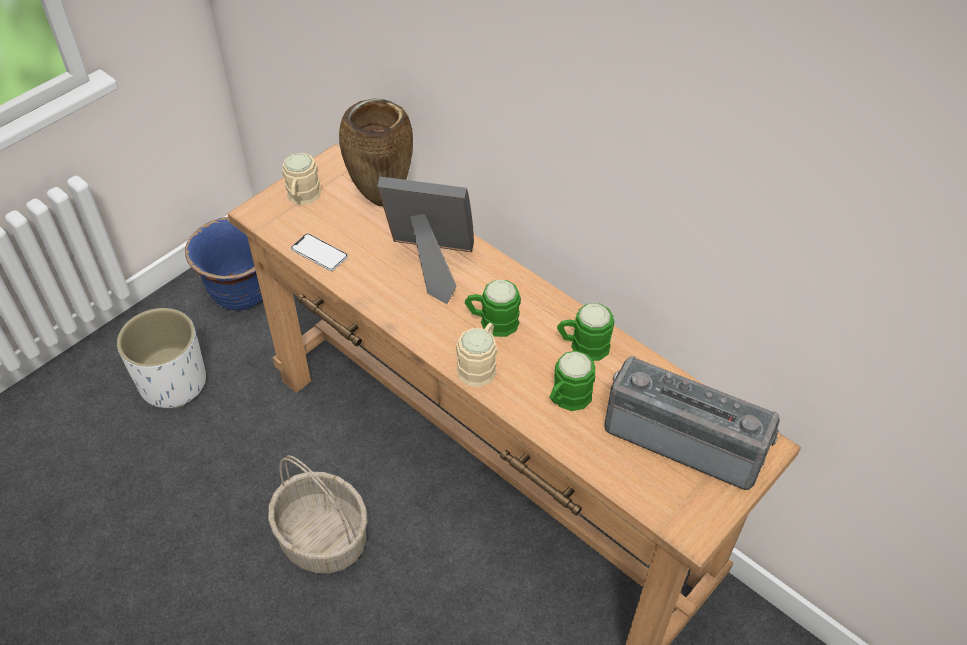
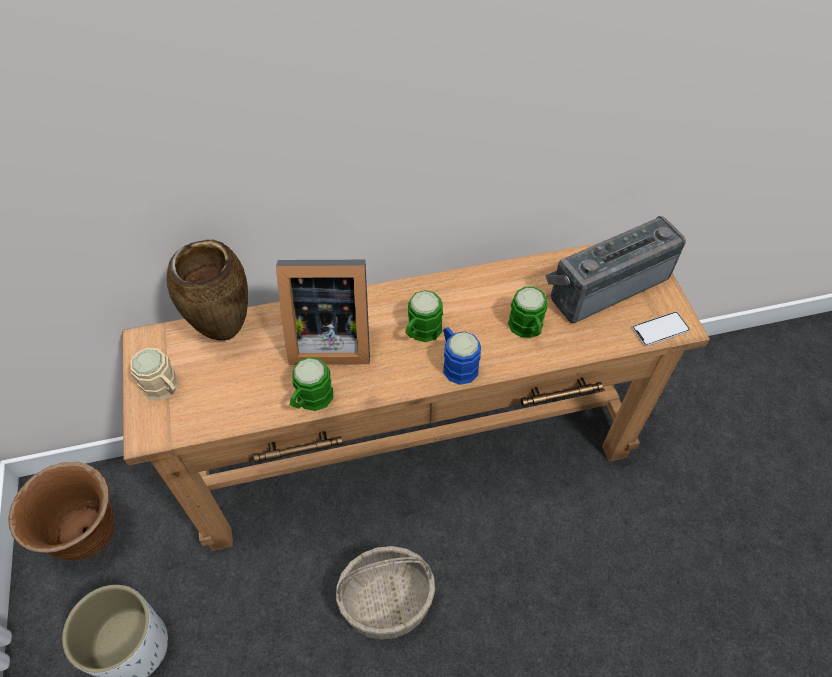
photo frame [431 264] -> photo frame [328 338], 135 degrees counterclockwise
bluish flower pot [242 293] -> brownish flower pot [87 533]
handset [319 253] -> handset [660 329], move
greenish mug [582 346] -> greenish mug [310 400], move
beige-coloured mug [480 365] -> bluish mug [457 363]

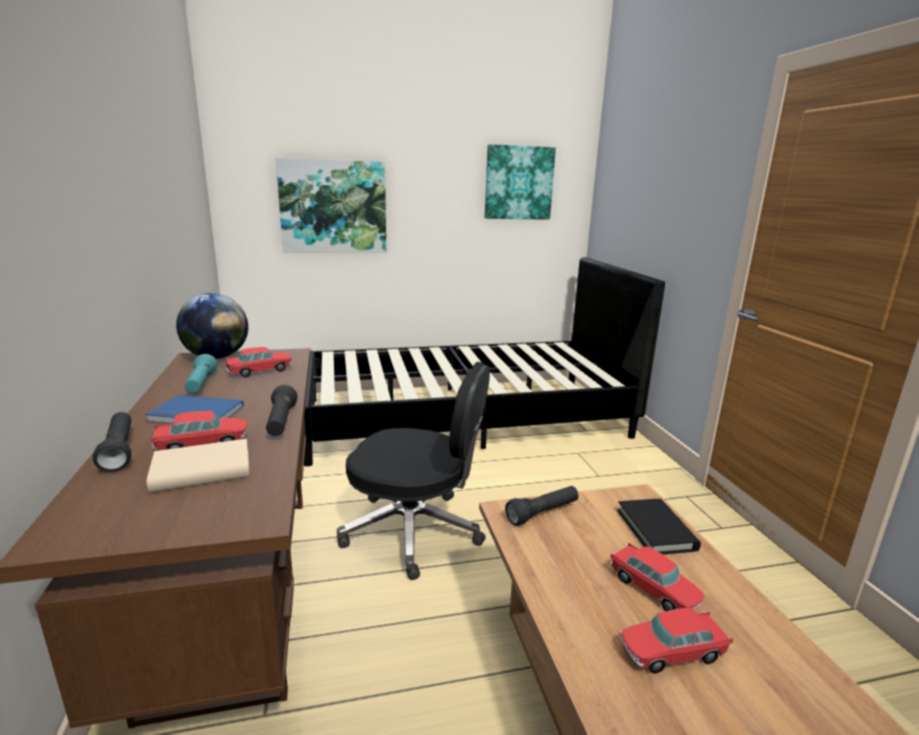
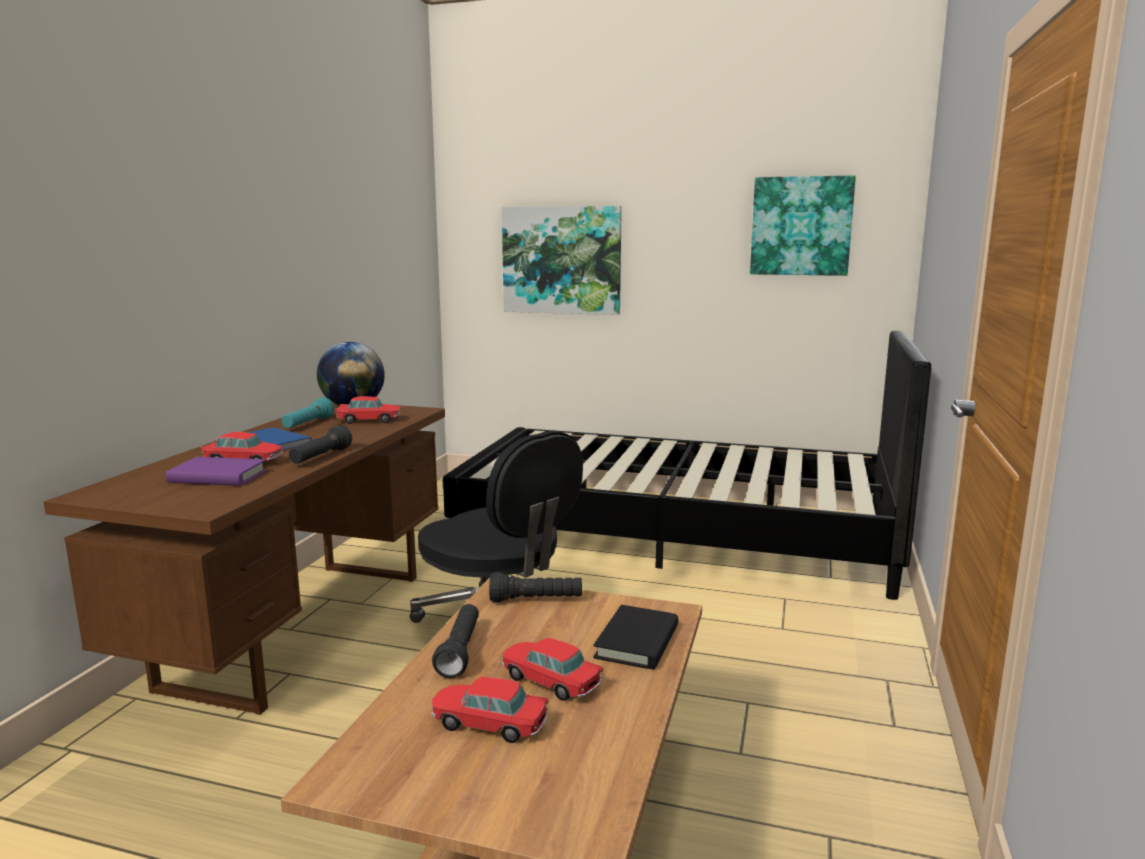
black-coloured torch [119 451] -> black-coloured torch [460 651], move
beige-coloured volume [202 470] -> purple-coloured volume [218 477]
toy car [653 589] -> toy car [550 681], 135 degrees clockwise

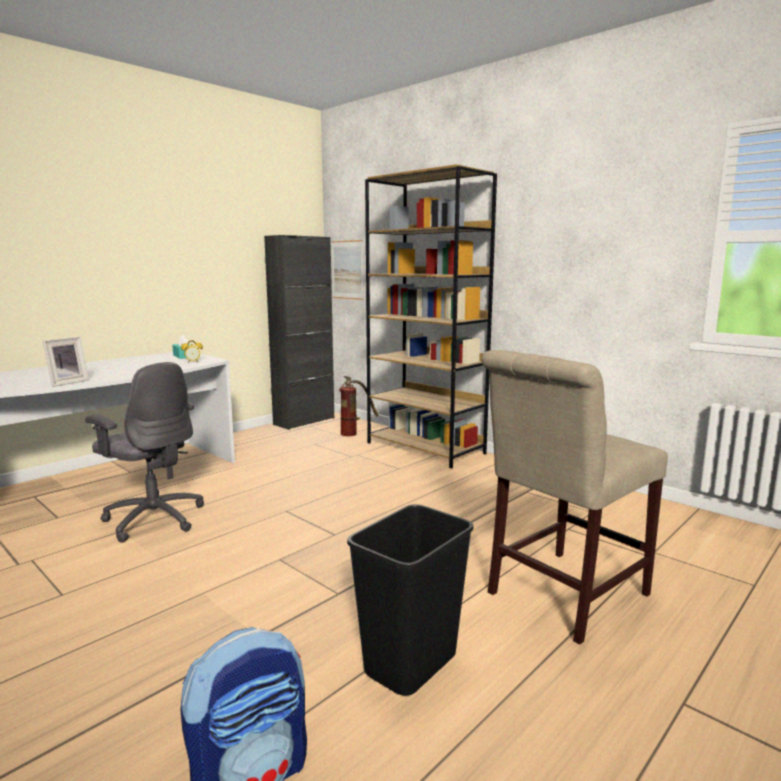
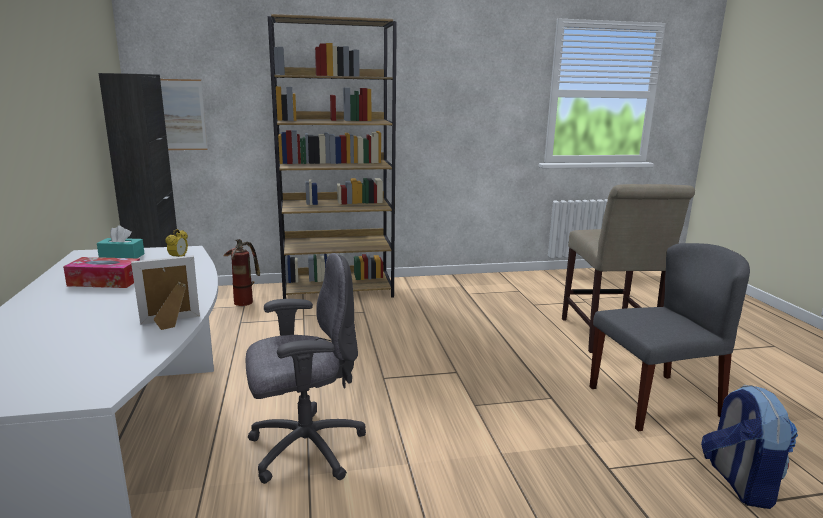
photo frame [67 382] -> photo frame [170 323], 90 degrees counterclockwise
black-coloured rubbish bin [411 666] -> gray plain chair [655 401]
none -> box of tissues [105 281]

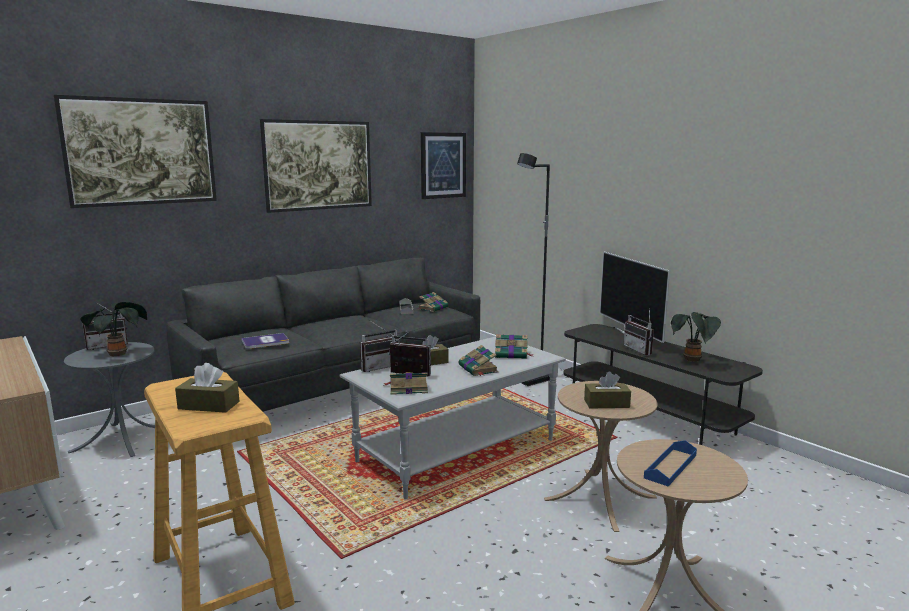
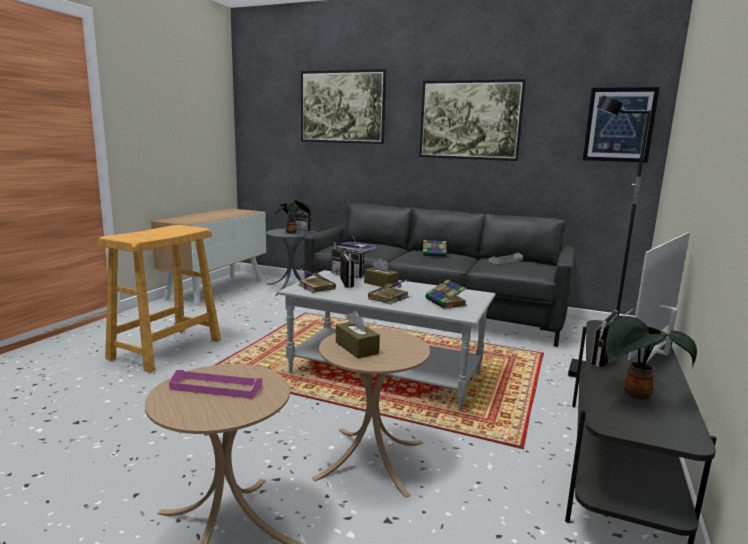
volume [433 308] -> volume [435 254], move
brownish box of tissues [209 405] -> none
bluish carrying tray [670 466] -> pinkish carrying tray [216 388]

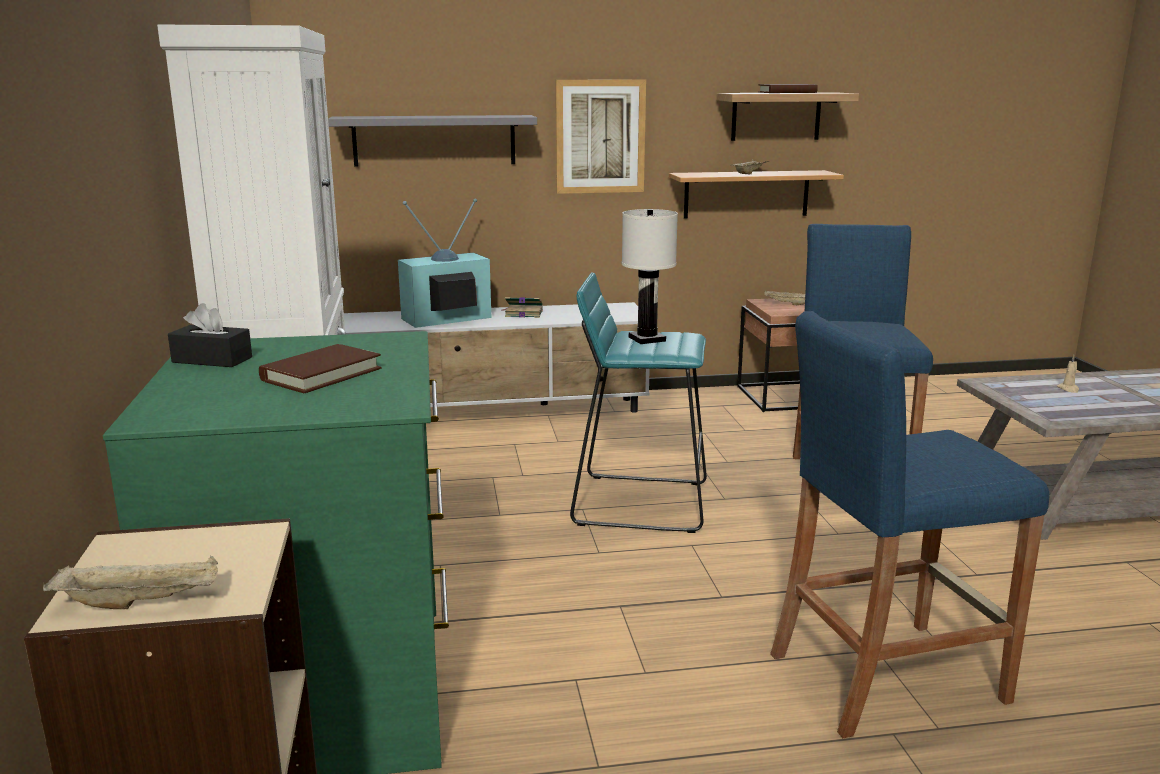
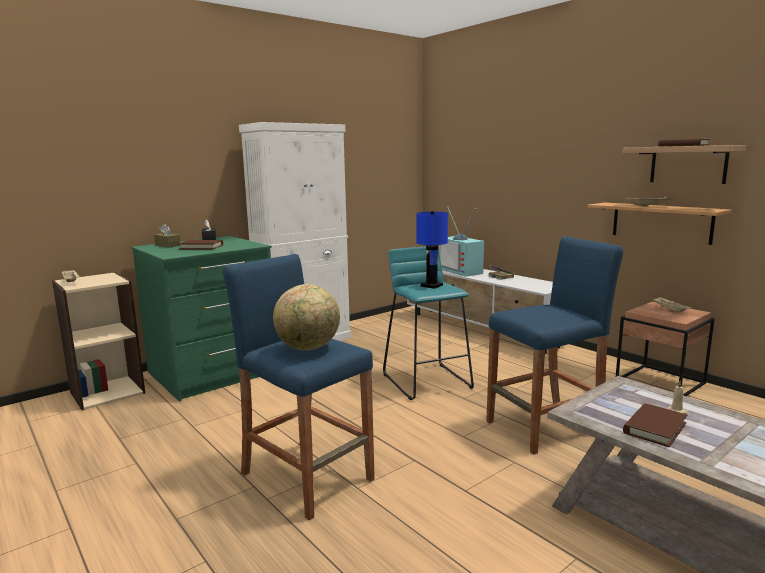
wall art [600 136] -> none
gray bracket shelf [434 140] -> none
TV [446 319] -> TV [463 271], 150 degrees counterclockwise
white table lamp [646 339] -> bluish table lamp [431 286]
none -> brownish box of tissues [167 245]
none -> desk globe [308 348]
none -> brownish volume [654 428]

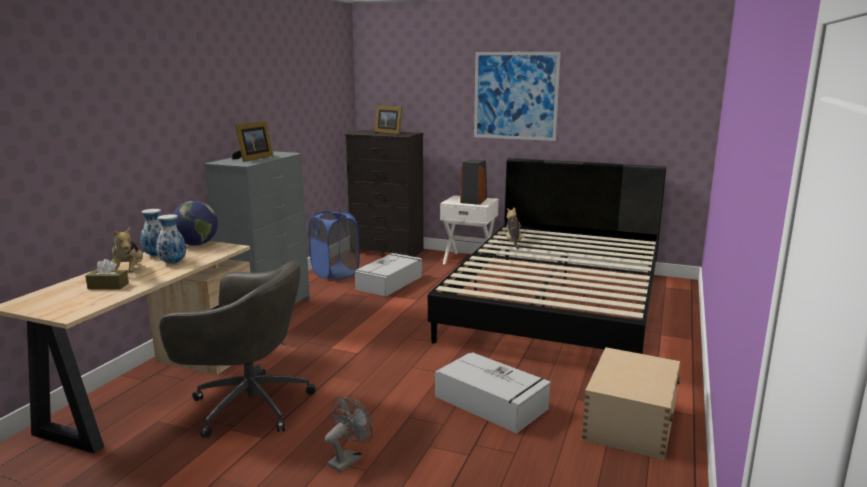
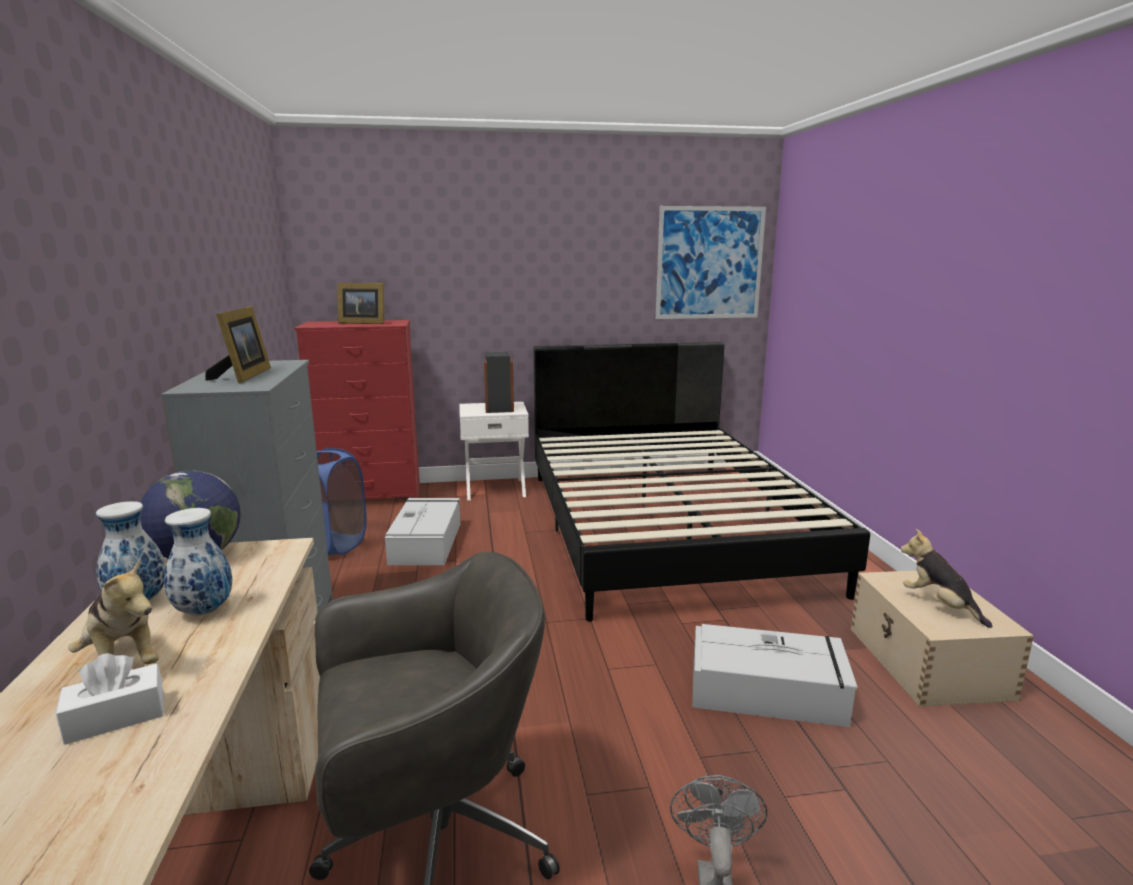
wall art [515 96] -> wall art [709 263], move
black-coloured dresser [387 252] -> red dresser [371 497]
cuddly toy [513 242] -> cuddly toy [939 605], move
brownish box of tissues [108 286] -> white box of tissues [116 717]

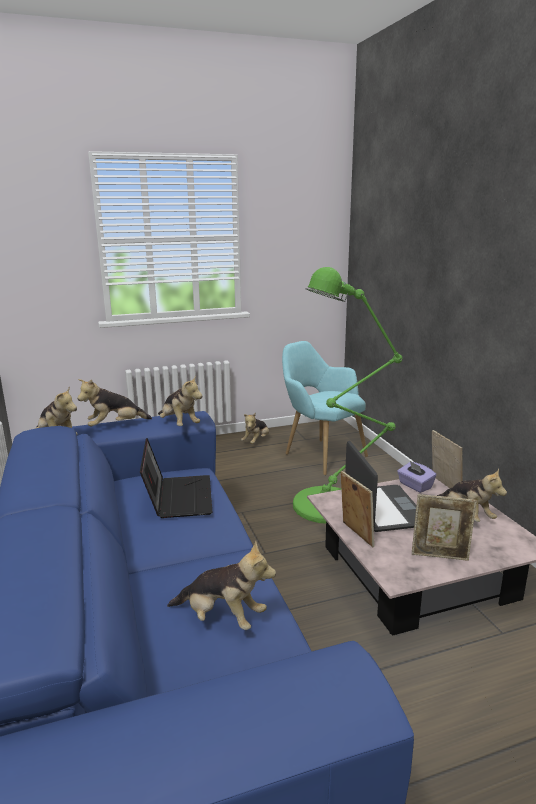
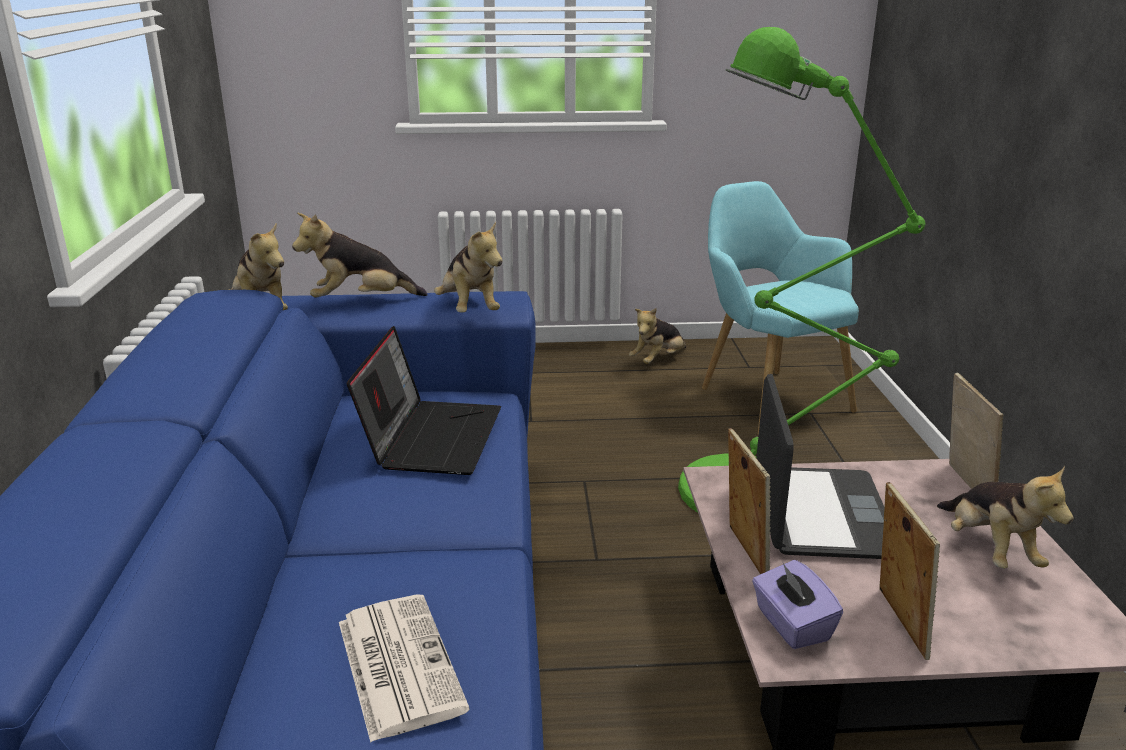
purple-coloured box of tissues [415 486] -> purple-coloured box of tissues [791 625], move
photo frame [440 556] -> photo frame [897 622], 120 degrees counterclockwise
cuddly toy [222 618] -> daily paper [397 664]

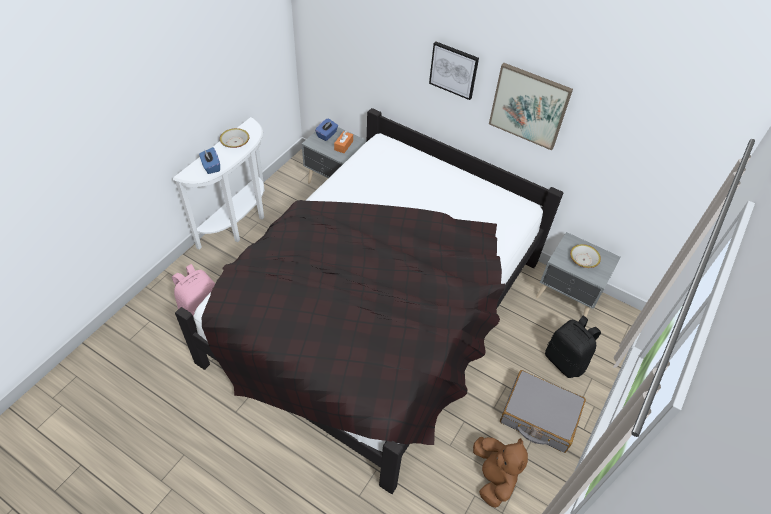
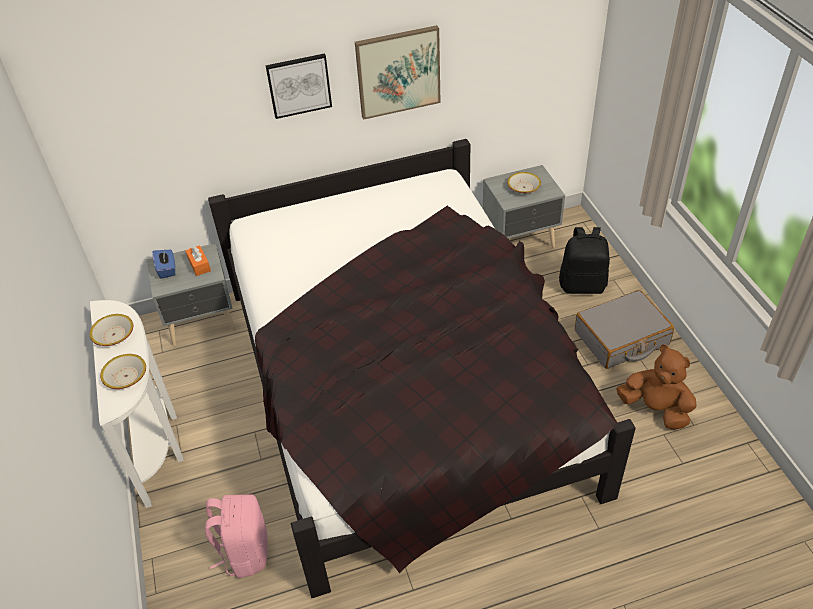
bluish box of tissues [211 166] -> serving bowl [126 376]

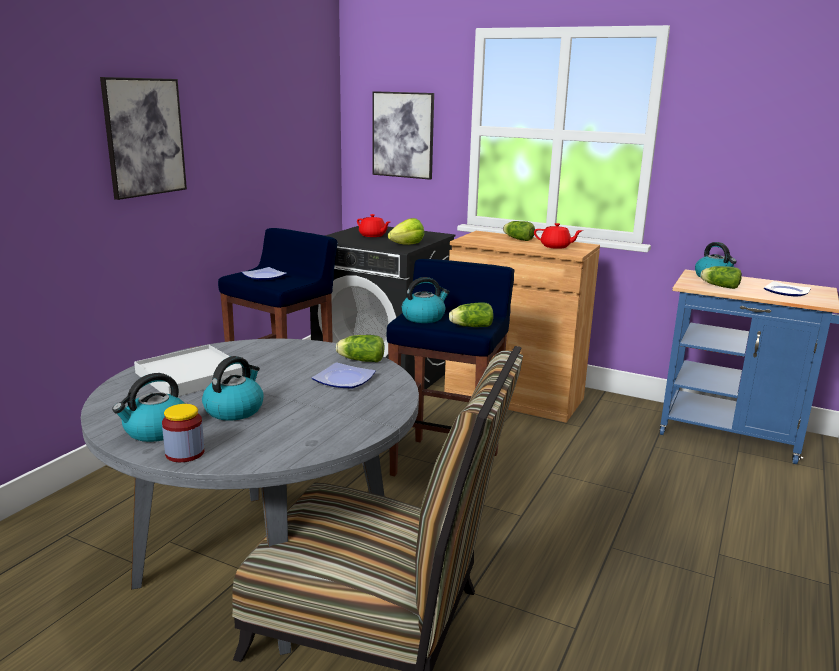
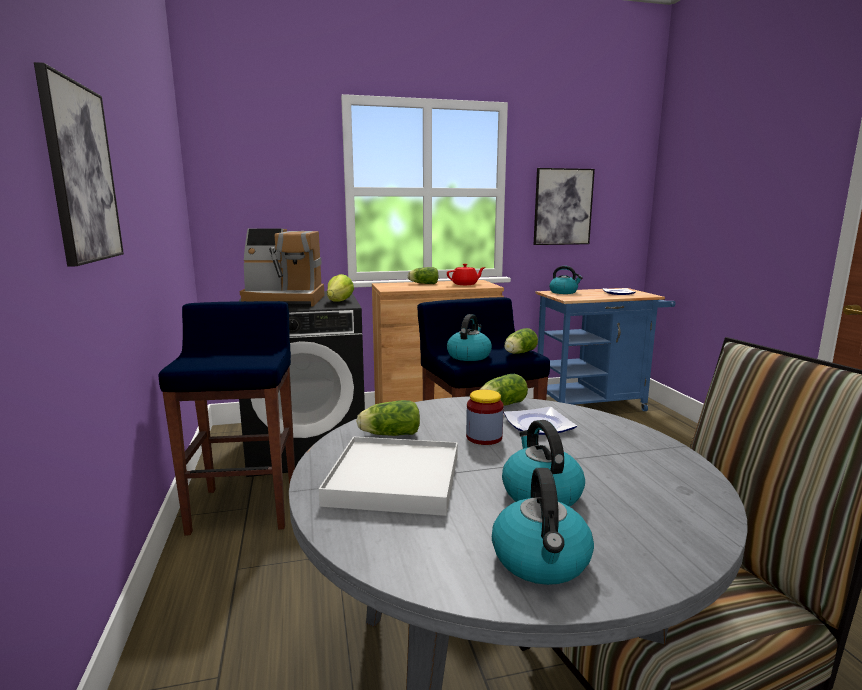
wall art [403 135] -> wall art [563 207], move
red tea pot [373 235] -> coffee machine [284 300]
head of lettuce [719 286] -> head of lettuce [388 434], move
plate [264 277] -> none
preserve jar [185 453] -> preserve jar [484 437], move

